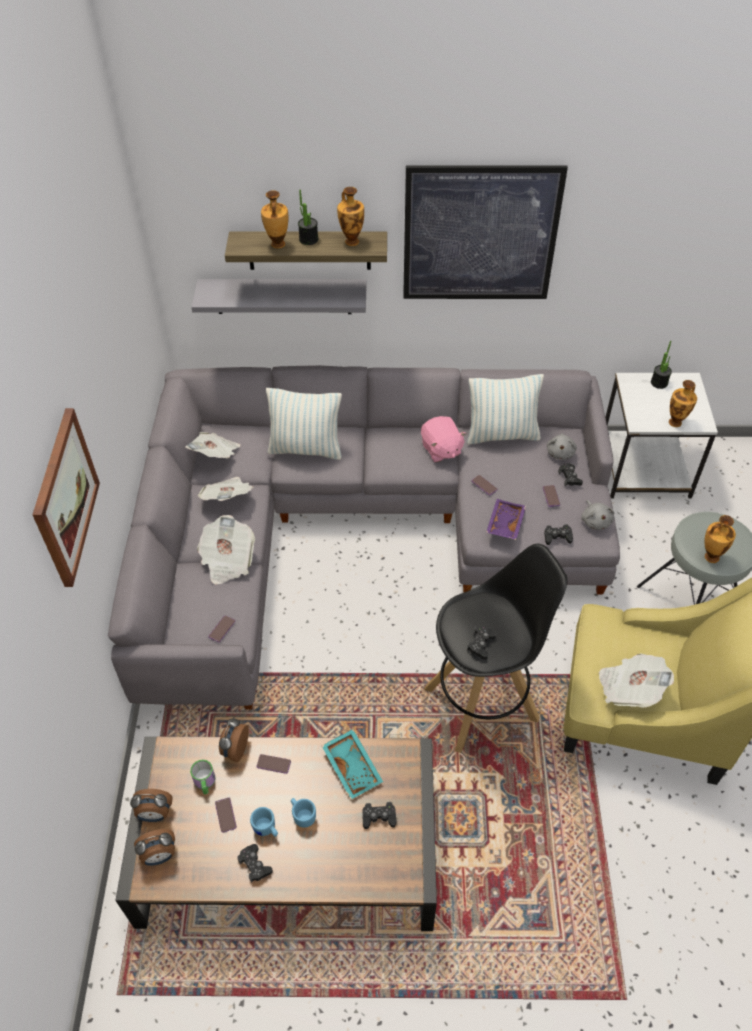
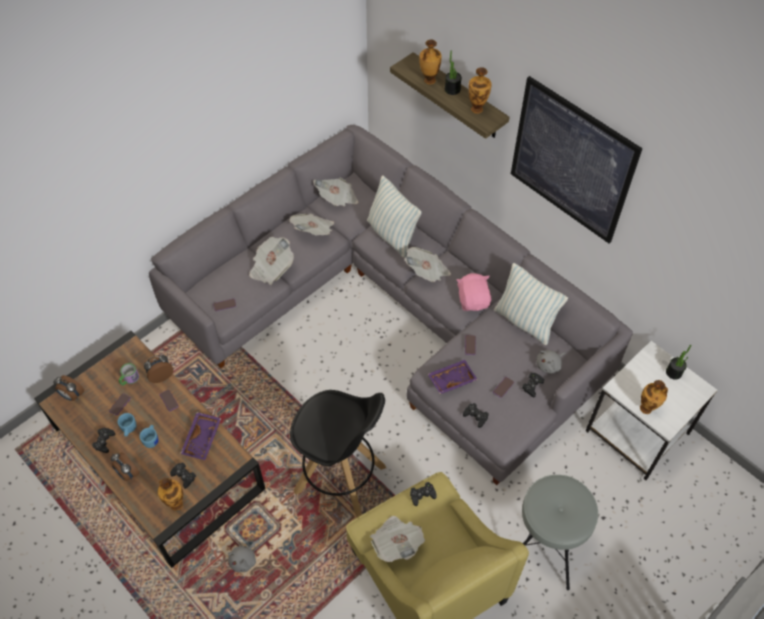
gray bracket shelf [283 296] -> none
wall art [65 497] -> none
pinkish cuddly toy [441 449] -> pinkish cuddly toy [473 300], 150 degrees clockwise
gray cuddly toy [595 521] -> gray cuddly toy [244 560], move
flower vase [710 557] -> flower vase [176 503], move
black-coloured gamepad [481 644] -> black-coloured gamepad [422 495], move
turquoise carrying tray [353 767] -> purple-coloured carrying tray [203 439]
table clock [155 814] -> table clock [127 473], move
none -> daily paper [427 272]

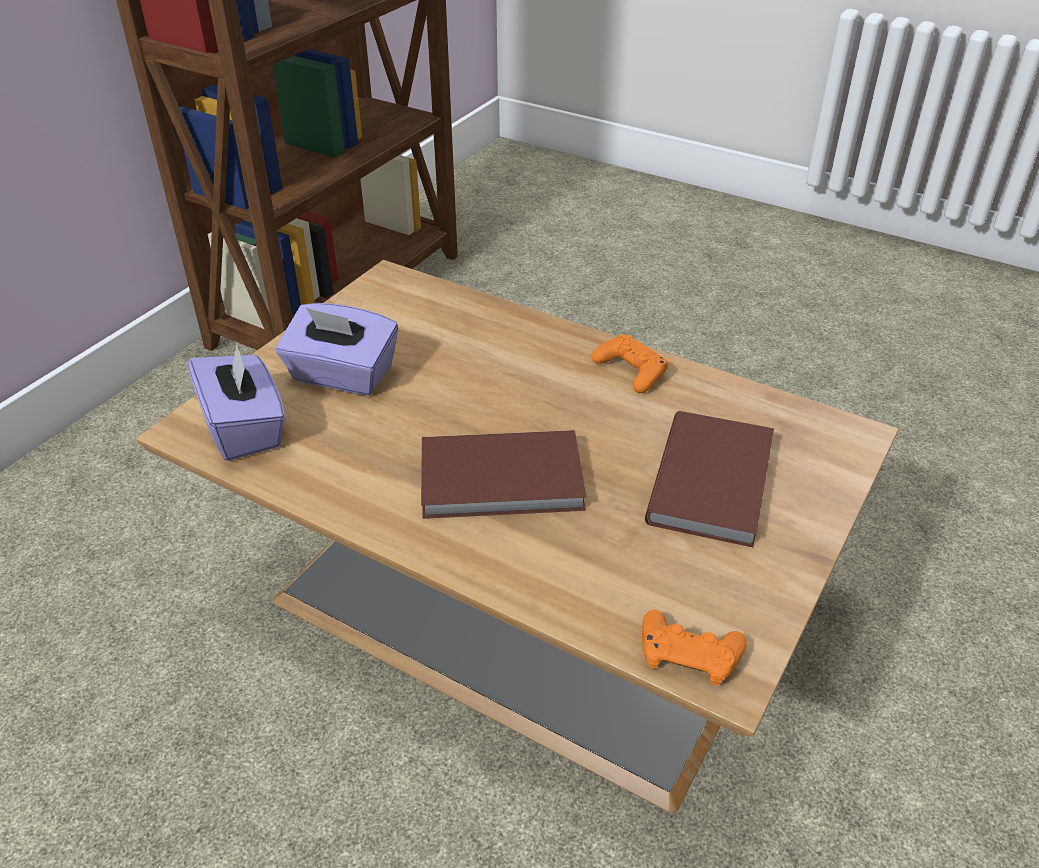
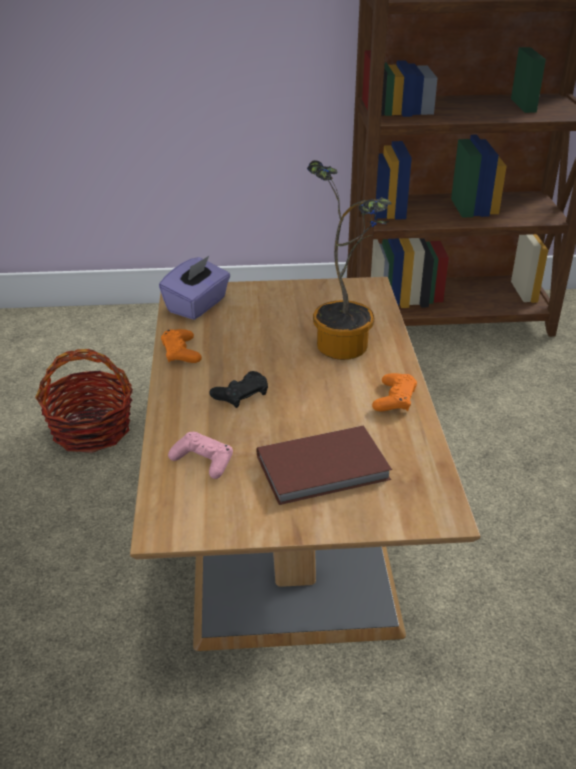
purple-coloured box of tissues [342 376] -> none
brownish volume [504 481] -> black-coloured gamepad [241 394]
orange gamepad [689 654] -> orange gamepad [181 352], move
none -> potted plant [346 343]
none -> household basket [91 429]
none -> pinkish gamepad [203 460]

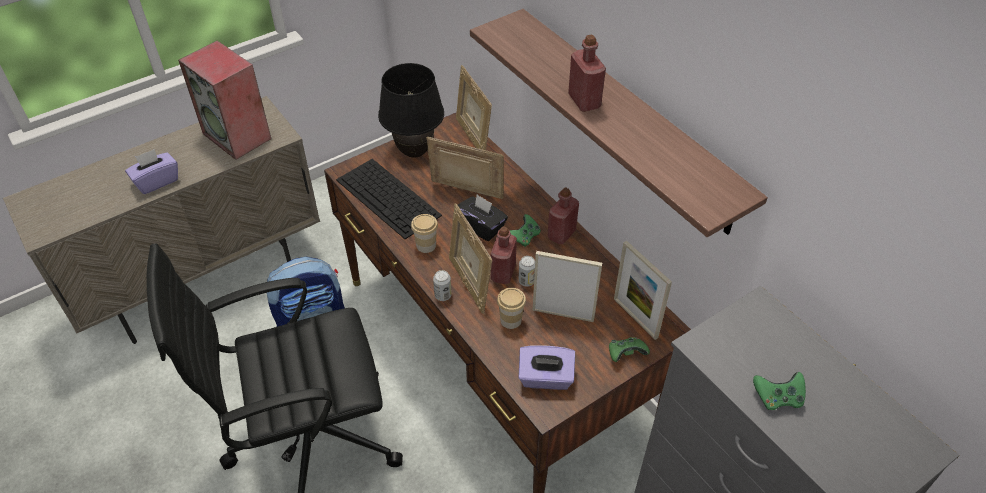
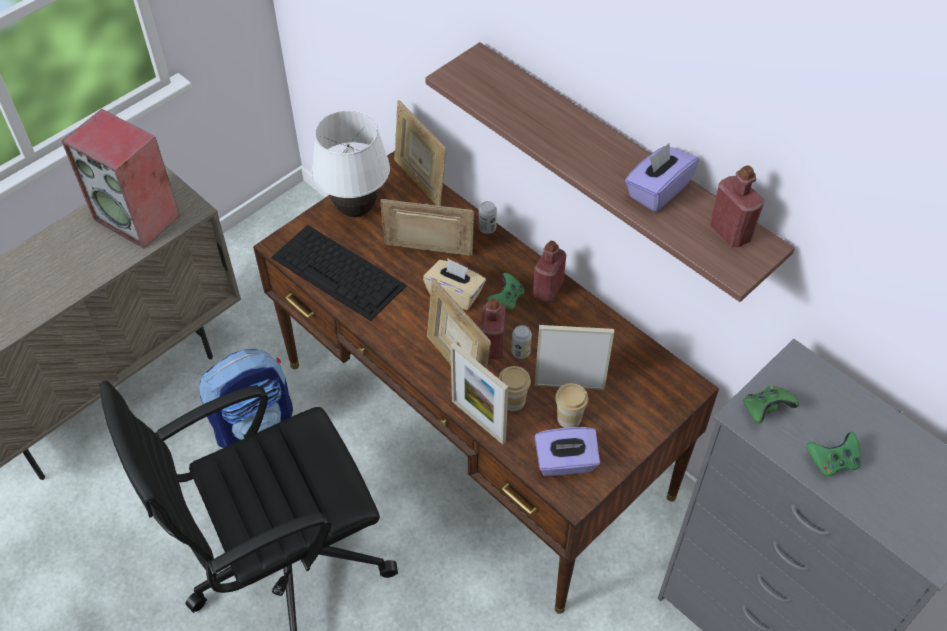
red drink bottle [584 101] -> red drink bottle [730 232], move
black-coloured table lamp [414 152] -> white table lamp [355 209]
purple-coloured box of tissues [157 181] -> purple-coloured box of tissues [657 190], move
black-coloured box of tissues [481 227] -> beige-coloured box of tissues [455 293]
cup [426 245] -> cup [569 418], move
photo frame [635 318] -> photo frame [478 421], move
can [443 295] -> can [487 228], move
greenish gamepad [626 354] -> greenish gamepad [765 410], move

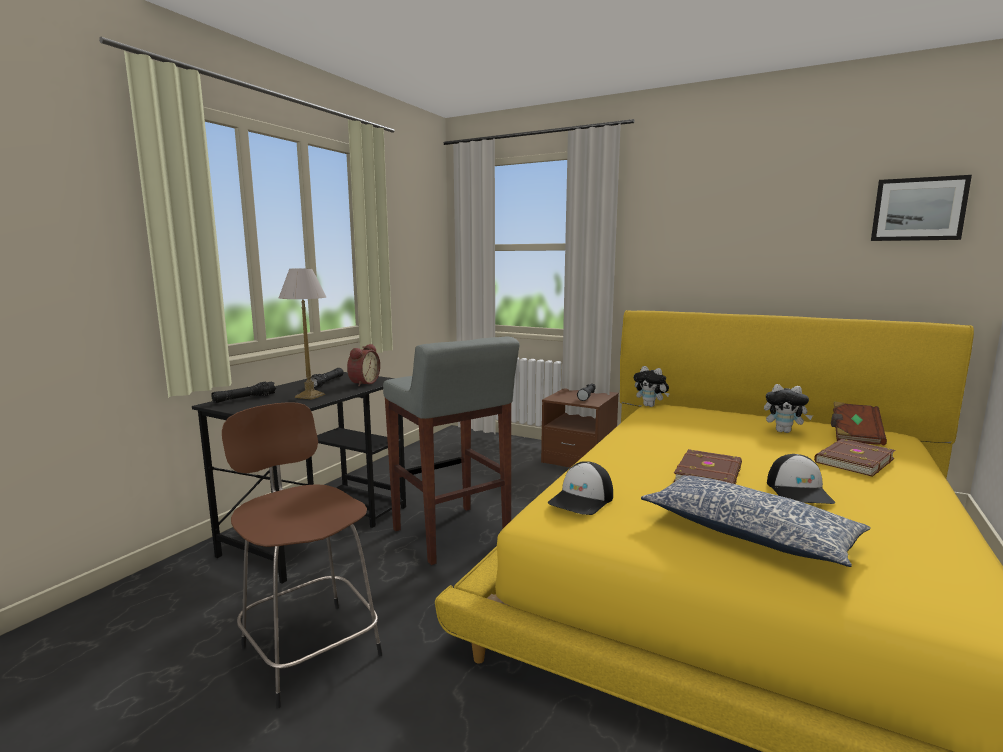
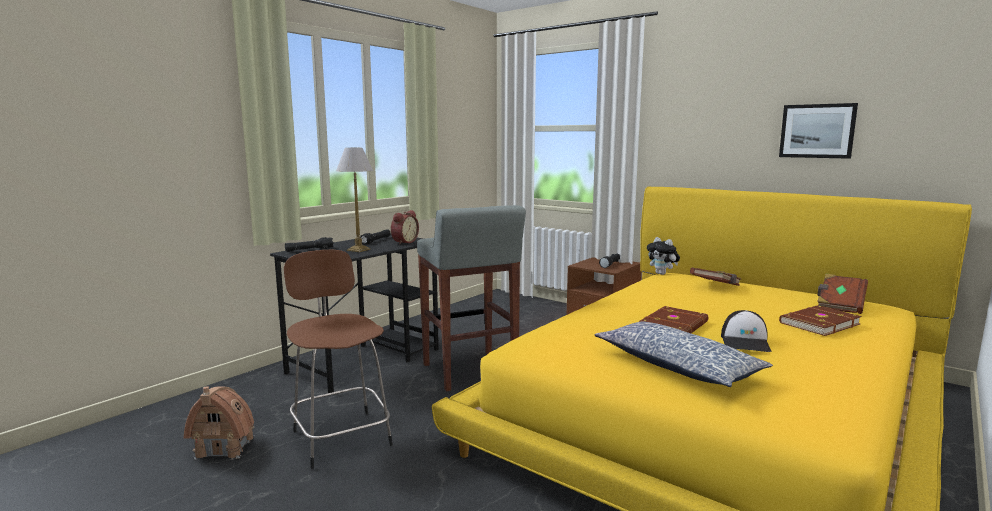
wall art [918 209] -> wall art [817 131], move
cuddly toy [784 431] -> none
peaked cap [582 500] -> none
none -> brownish volume [716 287]
none -> toy house [225 447]

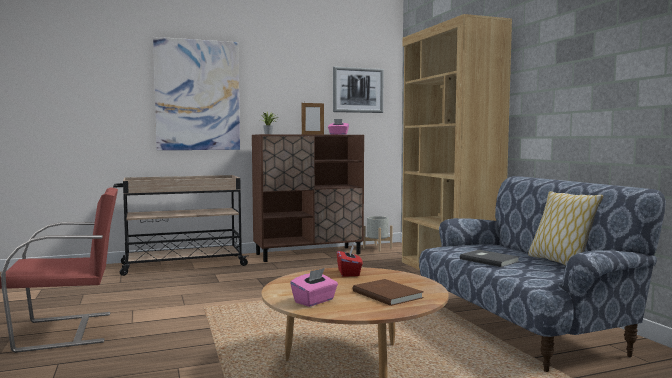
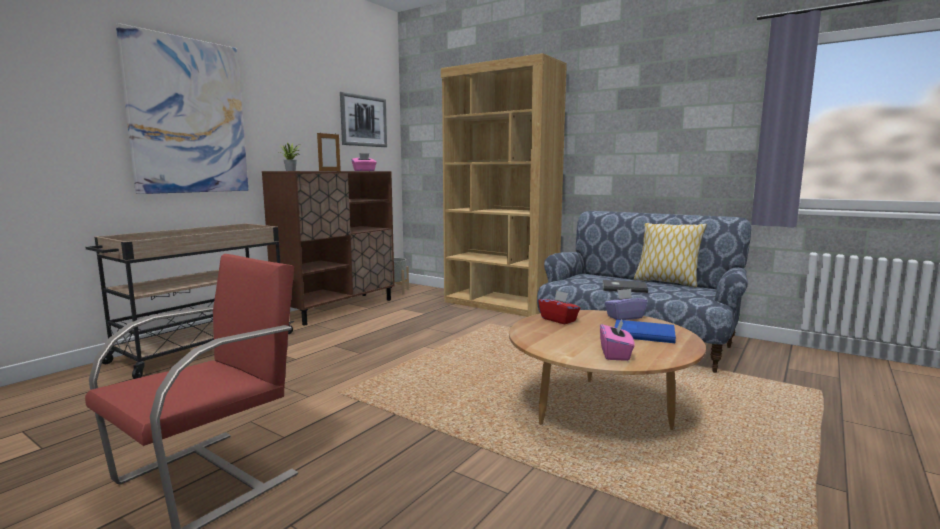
brownish volume [388 294] -> bluish volume [642 333]
none -> purple-coloured box of tissues [624 317]

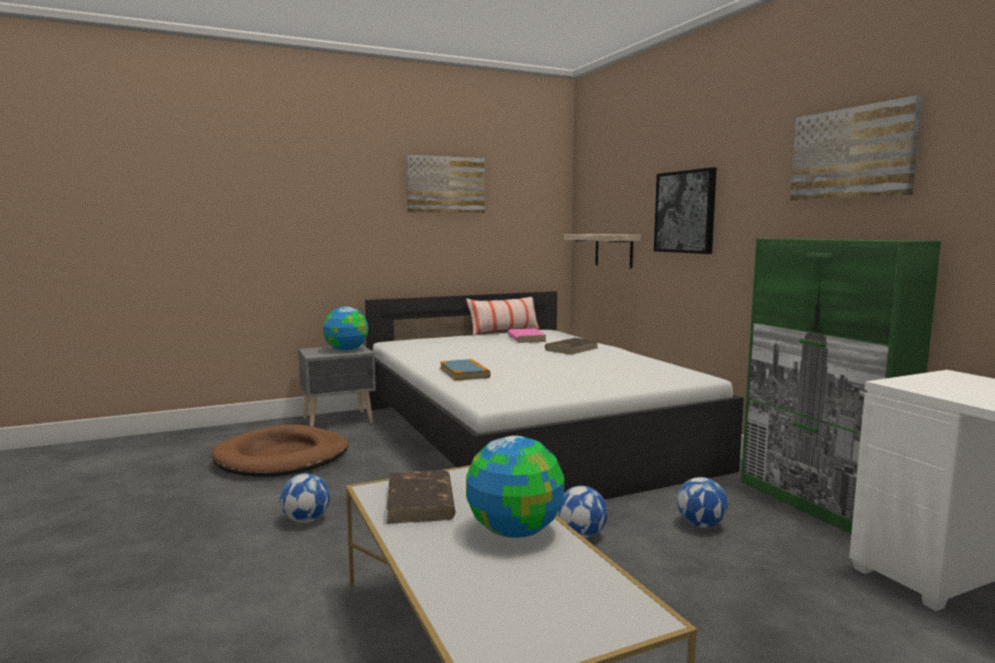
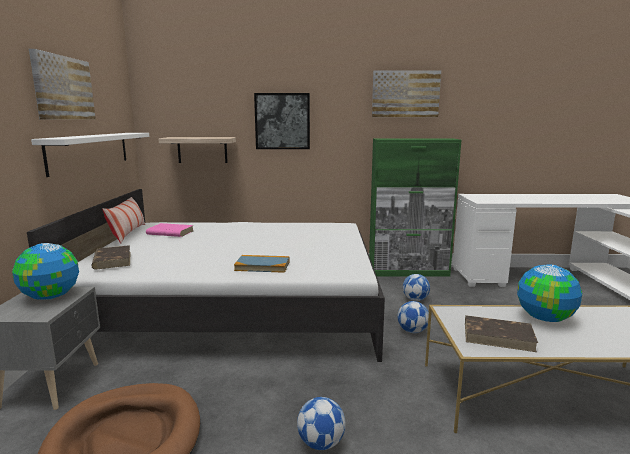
brownish volume [572 349] -> brownish volume [112 260], move
none -> white bracket shelf [90 151]

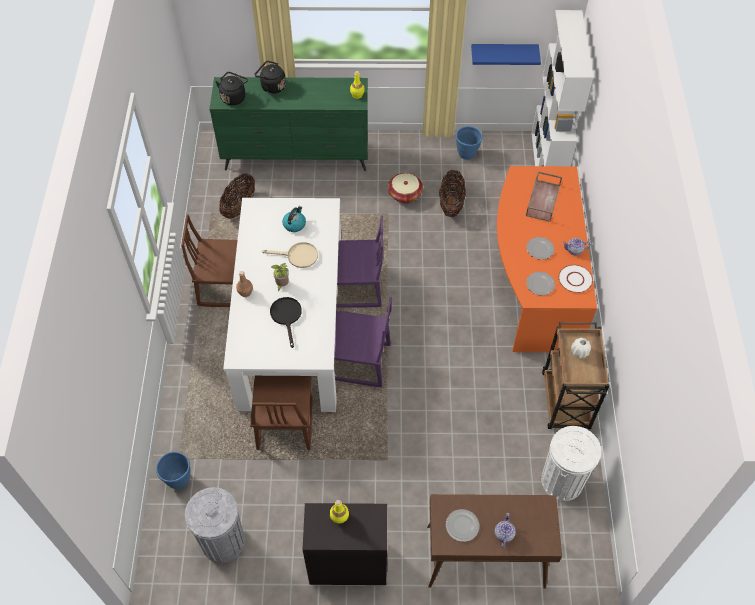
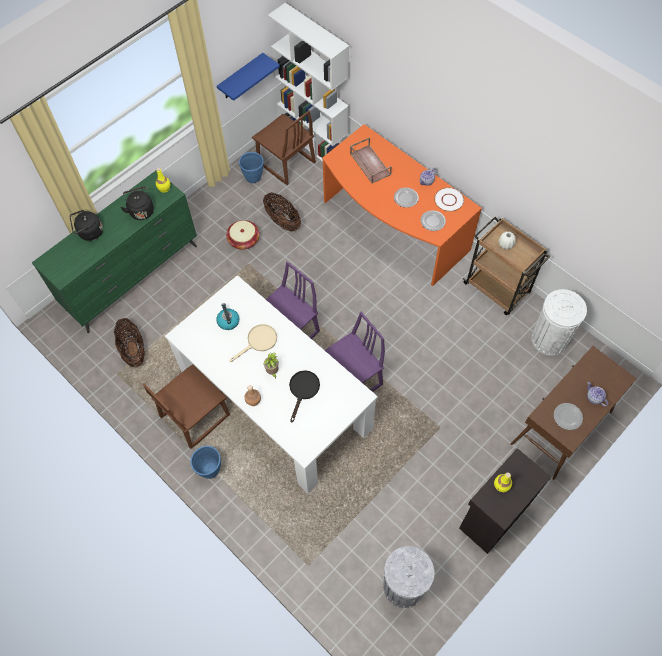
black-coloured tea kettle [234 97] -> black-coloured tea kettle [141 210], move
black-coloured skillet [287 316] -> black-coloured skillet [303 390], 75 degrees clockwise
brownish plain chair [284 424] -> brownish plain chair [285 163], move
bluish flower pot [178 480] -> bluish flower pot [210 470], move

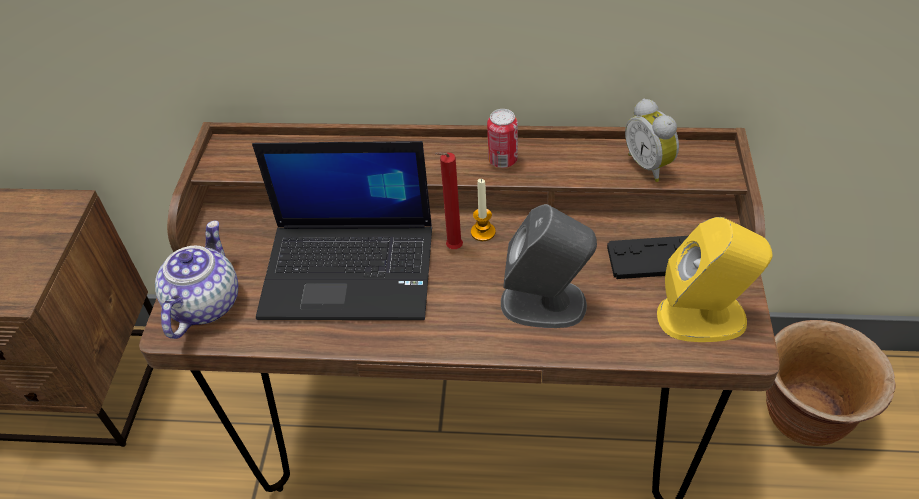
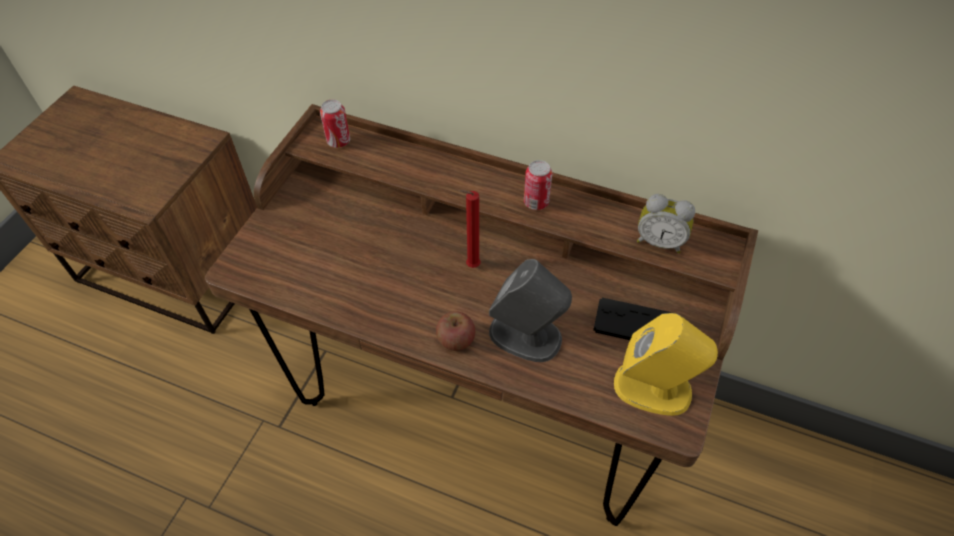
table clock [650 165] -> table clock [659 241], 60 degrees counterclockwise
laptop [351 270] -> none
wax candle [483 232] -> none
tea pot [204 303] -> none
brownish flower pot [805 417] -> none
none -> can [338 141]
none -> apple fruit [456 340]

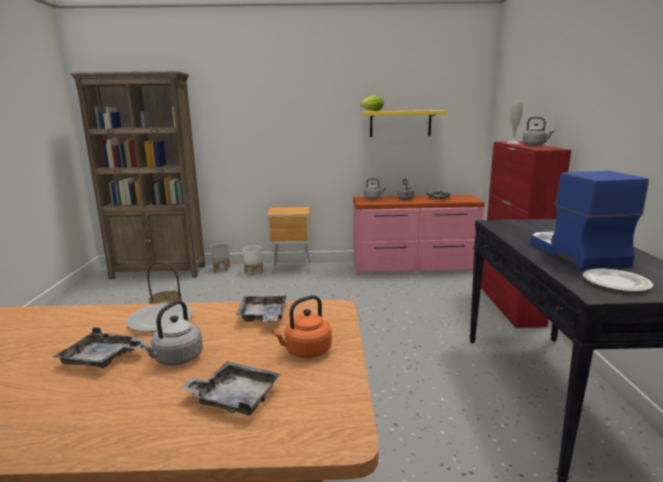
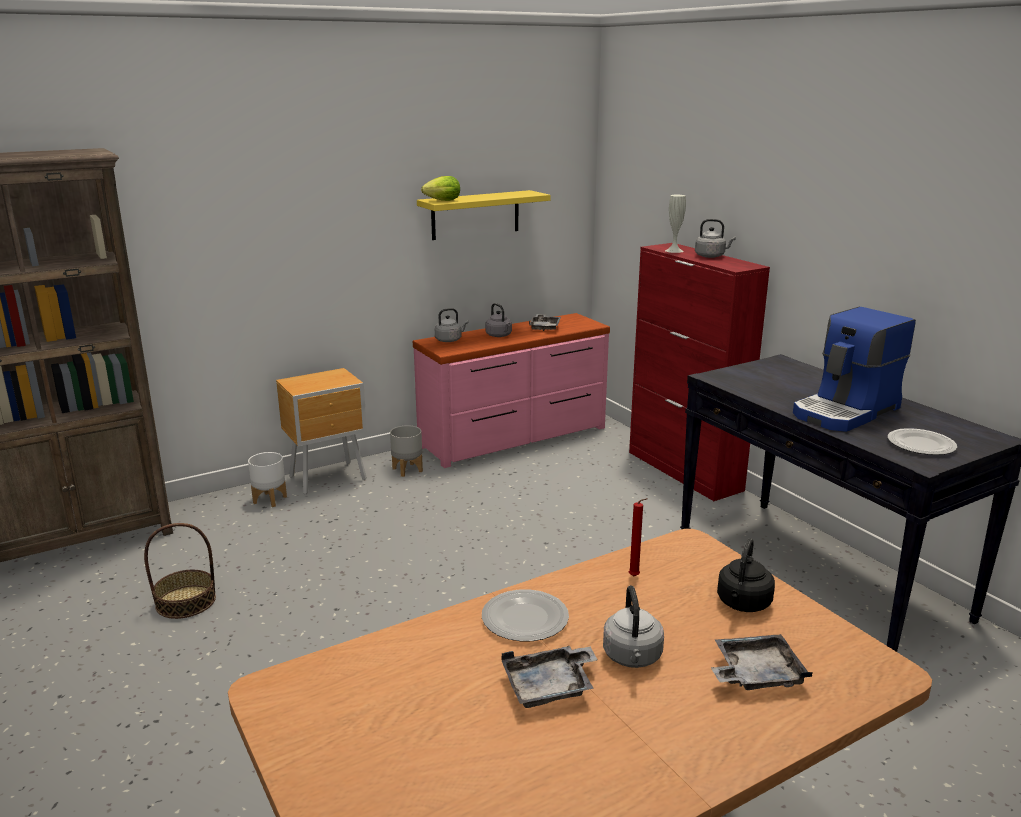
coffee machine [574 253] -> coffee machine [846 412], 90 degrees counterclockwise
gray flower pot [222 269] -> gray flower pot [407 469], move
gray carrying tray [263 317] -> red wax candle [635 577]
orange tea kettle [305 351] -> black-coloured tea kettle [743 604]

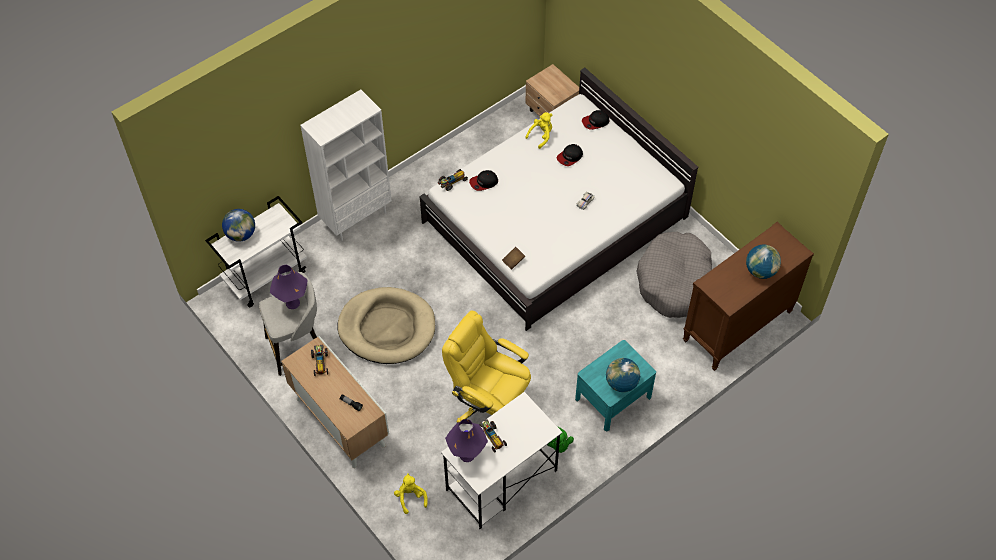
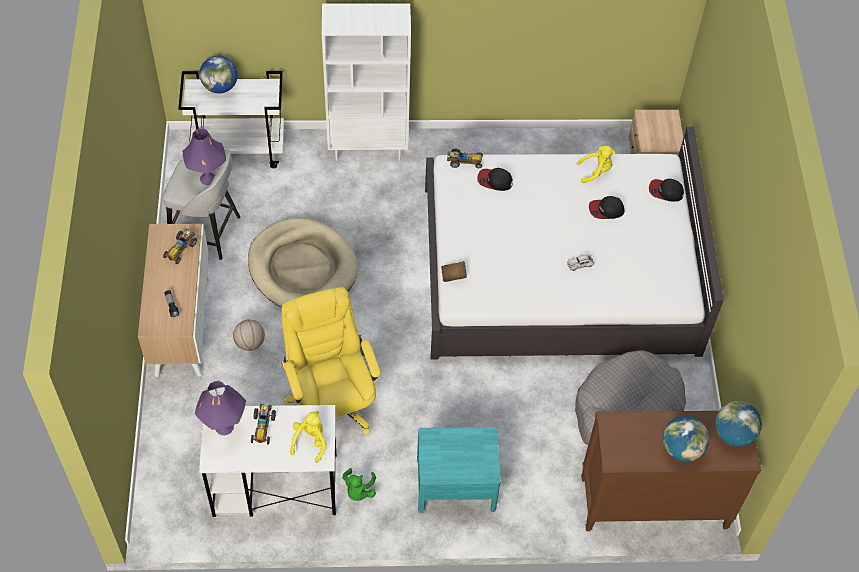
desk globe [621 383] -> desk globe [733 434], move
yellow cuddly toy [410 497] -> yellow cuddly toy [310 441], move
none -> ball for basketball [250 343]

